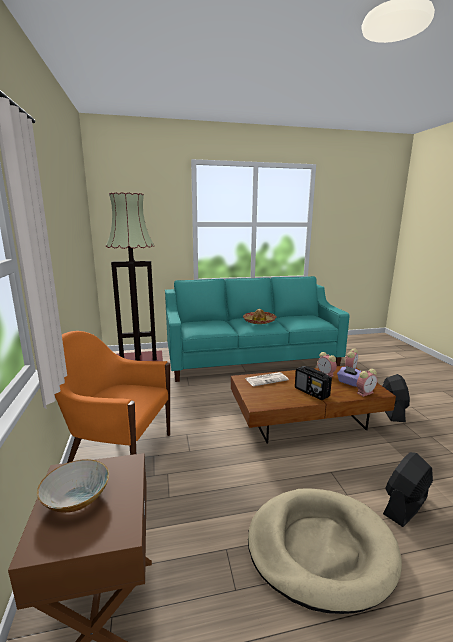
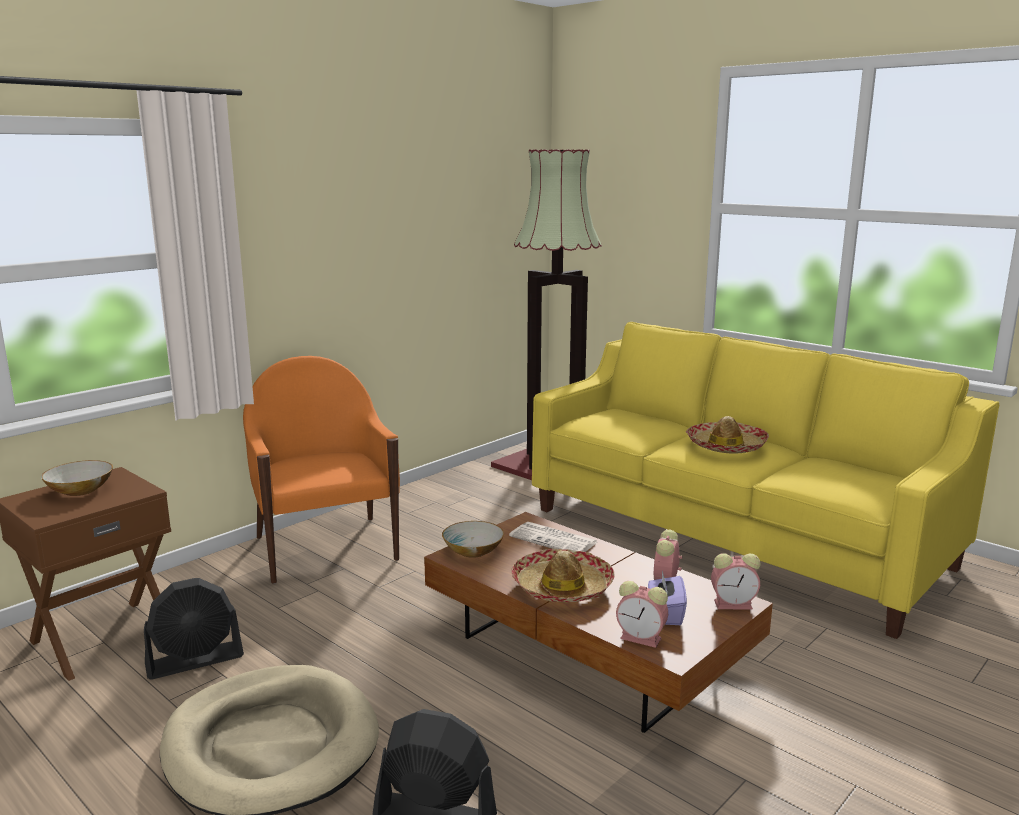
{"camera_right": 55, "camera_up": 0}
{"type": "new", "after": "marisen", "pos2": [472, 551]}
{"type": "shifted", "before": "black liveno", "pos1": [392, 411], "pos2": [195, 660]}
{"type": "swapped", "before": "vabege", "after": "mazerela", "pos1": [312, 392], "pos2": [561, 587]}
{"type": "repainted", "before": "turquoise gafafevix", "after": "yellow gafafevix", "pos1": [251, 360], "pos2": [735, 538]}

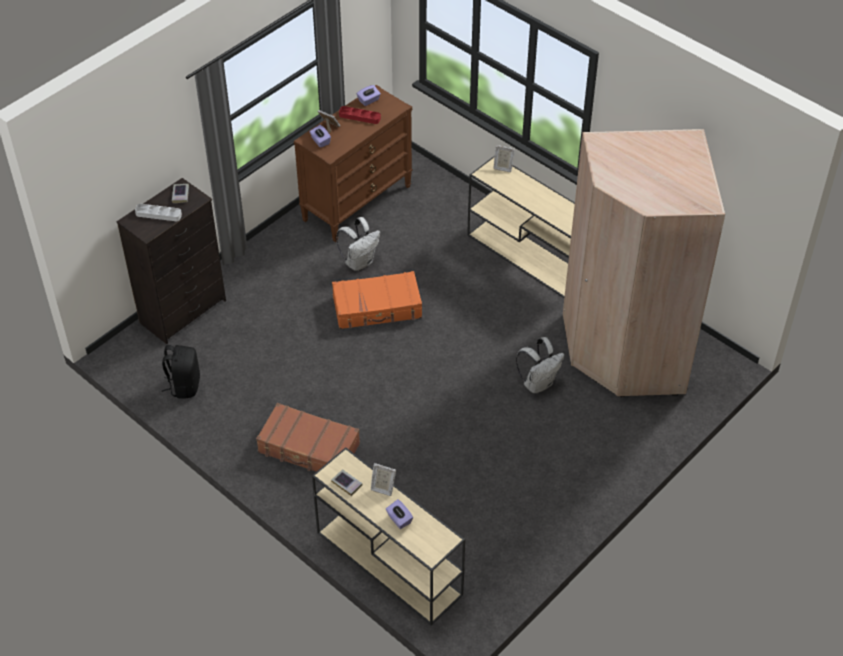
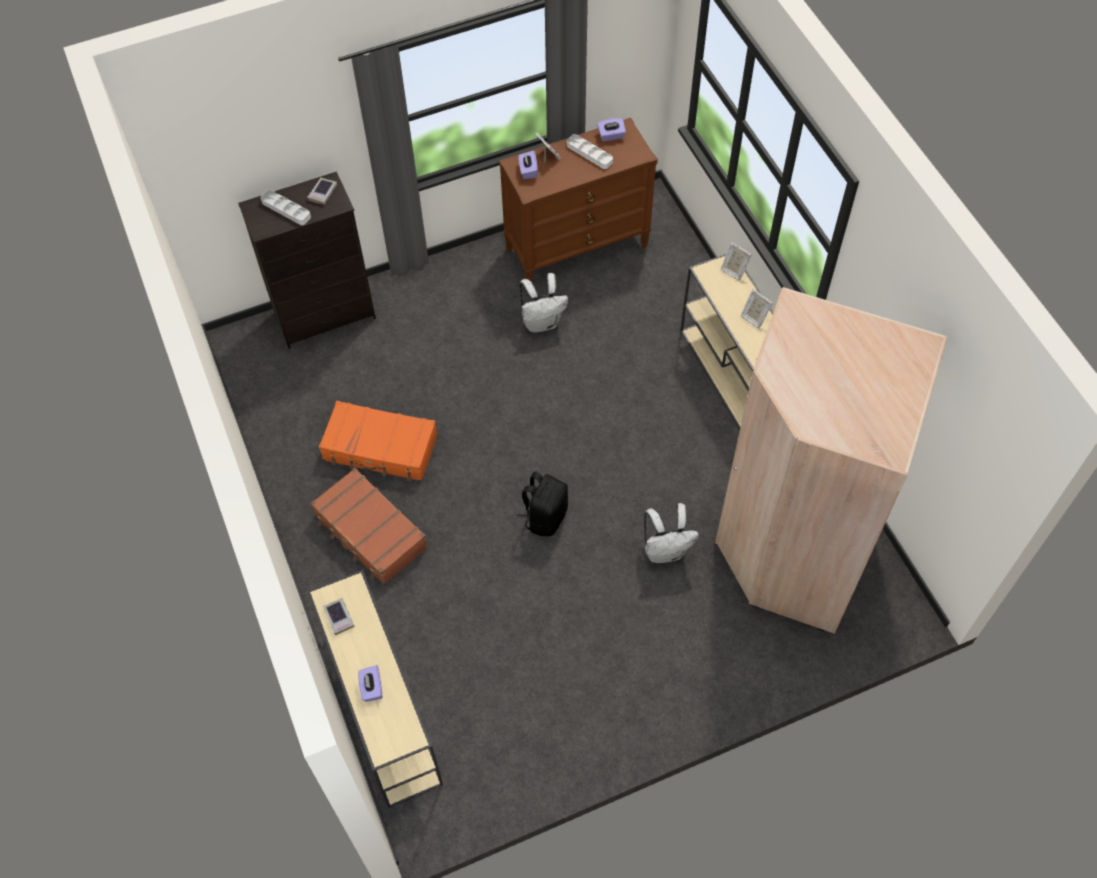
{"camera_right": 25, "camera_up": 10}
{"type": "shifted", "before": "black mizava", "pos1": [184, 385], "pos2": [545, 517]}
{"type": "shifted", "before": "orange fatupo", "pos1": [377, 308], "pos2": [380, 448]}
{"type": "shifted", "before": "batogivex", "pos1": [382, 487], "pos2": [754, 317]}
{"type": "repainted", "before": "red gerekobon", "after": "white gerekobon", "pos1": [359, 117], "pos2": [589, 153]}

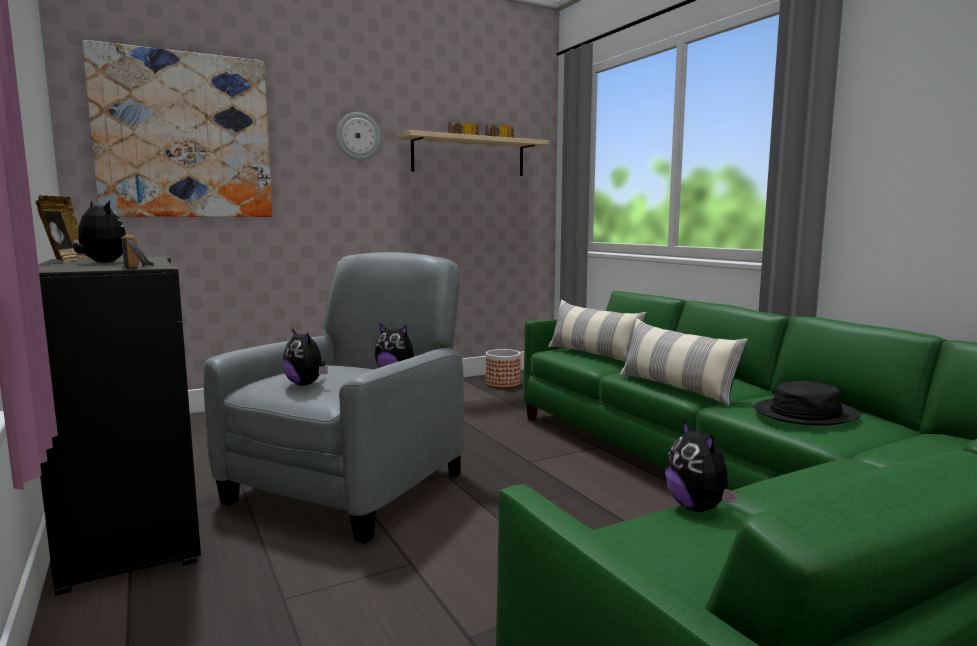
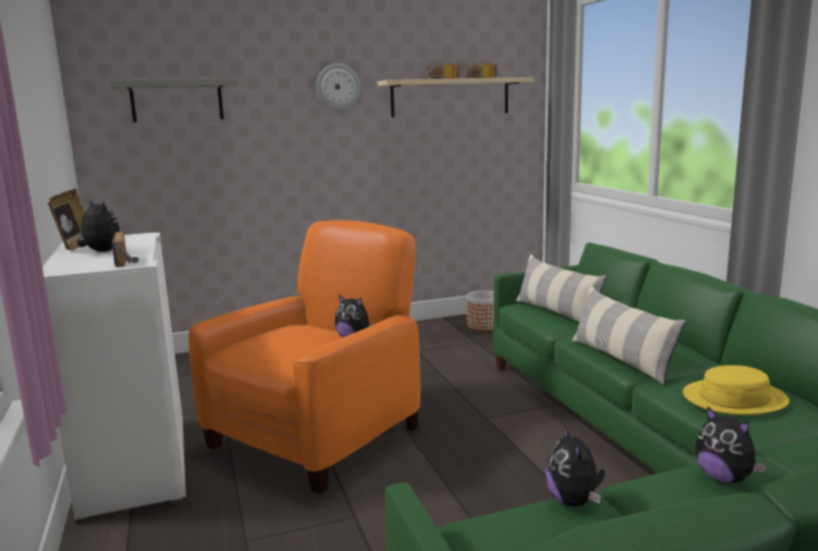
{"camera_right": 10, "camera_up": 5}
{"type": "shifted", "before": "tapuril", "pos1": [306, 384], "pos2": [724, 478]}
{"type": "swapped", "before": "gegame", "after": "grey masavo", "pos1": [184, 136], "pos2": [177, 100]}
{"type": "repainted", "before": "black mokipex", "after": "white mokipex", "pos1": [130, 527], "pos2": [134, 465]}
{"type": "repainted", "before": "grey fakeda", "after": "orange fakeda", "pos1": [350, 486], "pos2": [317, 435]}
{"type": "repainted", "before": "black mazerela", "after": "yellow mazerela", "pos1": [805, 413], "pos2": [734, 398]}

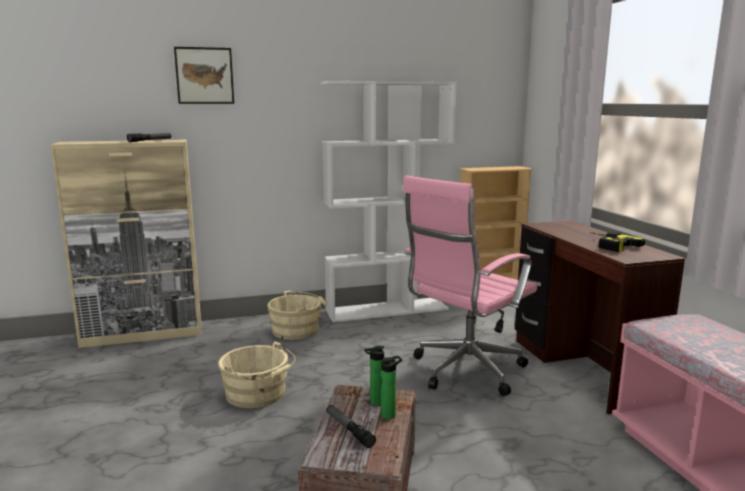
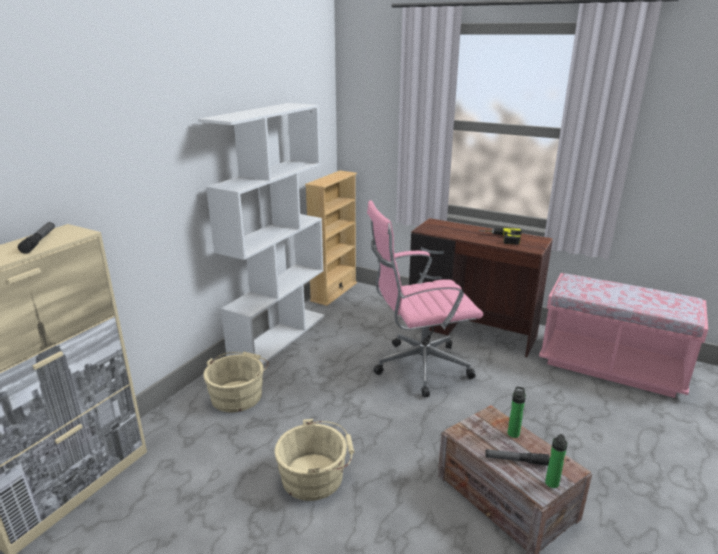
{"camera_right": -45, "camera_up": 10}
{"type": "gone", "before": "gegame", "pos1": [204, 76]}
{"type": "shifted", "before": "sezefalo", "pos1": [374, 402], "pos2": [551, 485]}
{"type": "rotated", "before": "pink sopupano", "pos1": [464, 371], "pos2": [418, 367], "turn": 75}

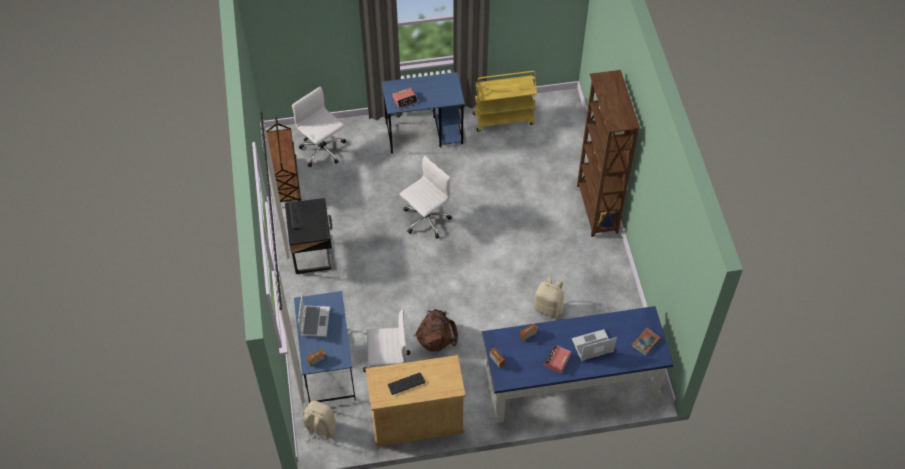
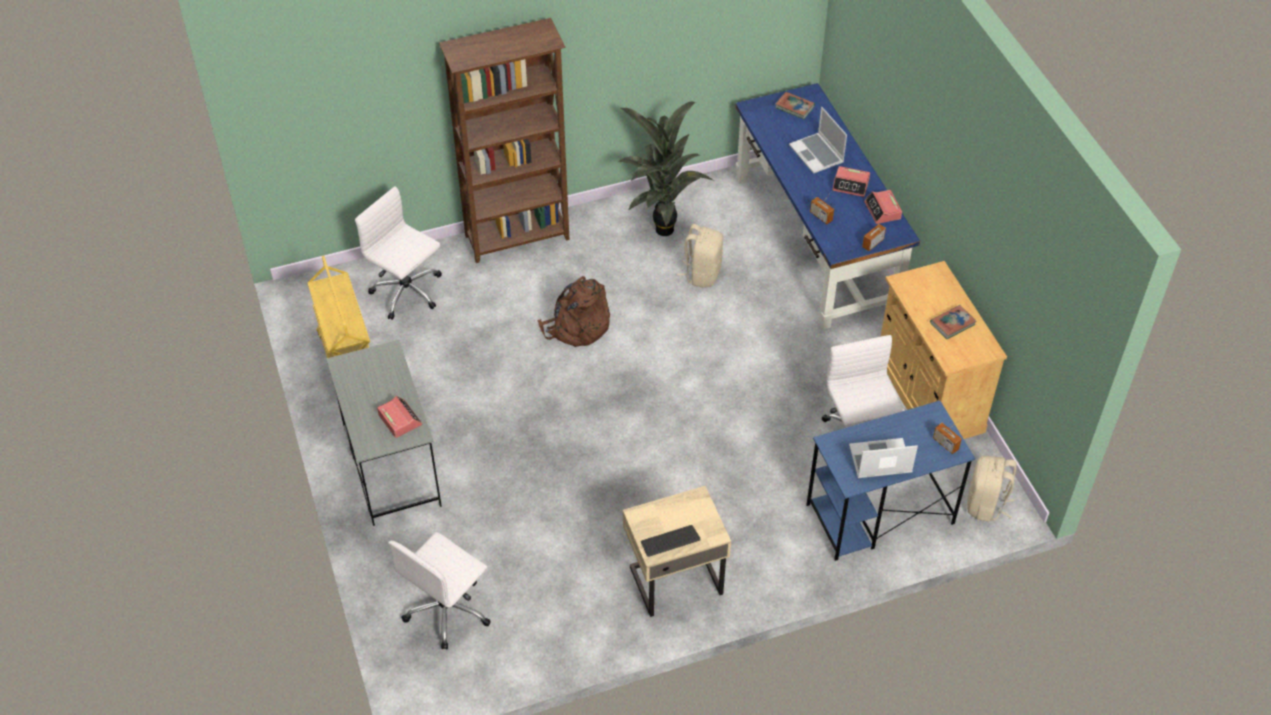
{"camera_right": -100, "camera_up": -5}
{"type": "gone", "before": "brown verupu", "pos1": [285, 182]}
{"type": "new", "after": "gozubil", "pos2": [660, 228]}
{"type": "new", "after": "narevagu", "pos2": [882, 210]}
{"type": "shifted", "before": "white sopupano", "pos1": [425, 220], "pos2": [408, 293]}
{"type": "shifted", "before": "brown mizava", "pos1": [436, 334], "pos2": [577, 327]}
{"type": "swapped", "before": "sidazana", "after": "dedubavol", "pos1": [406, 384], "pos2": [952, 324]}
{"type": "repainted", "before": "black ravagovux", "after": "beige ravagovux", "pos1": [313, 253], "pos2": [674, 579]}
{"type": "repainted", "before": "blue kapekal", "after": "grey kapekal", "pos1": [424, 133], "pos2": [391, 465]}

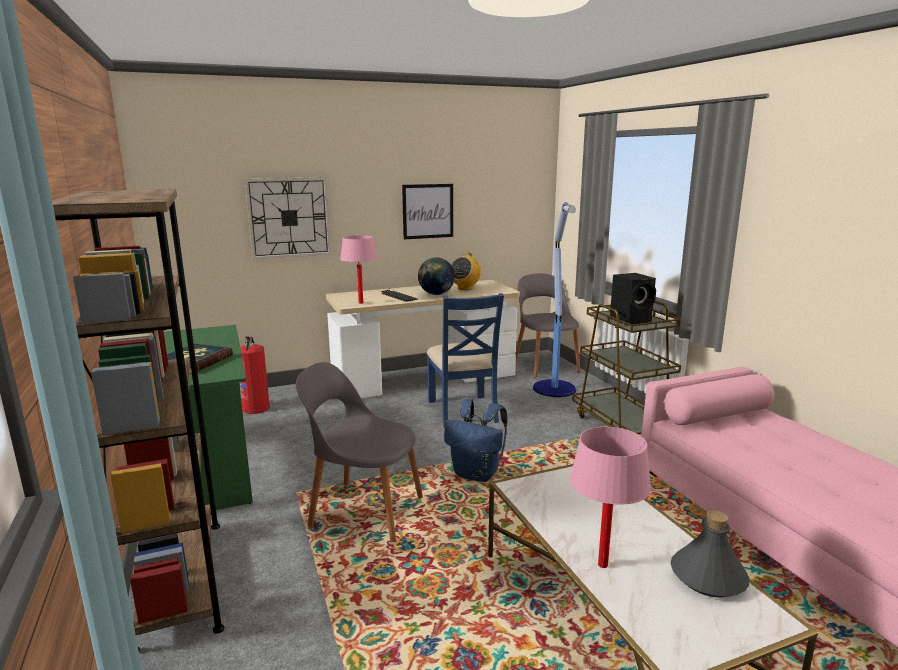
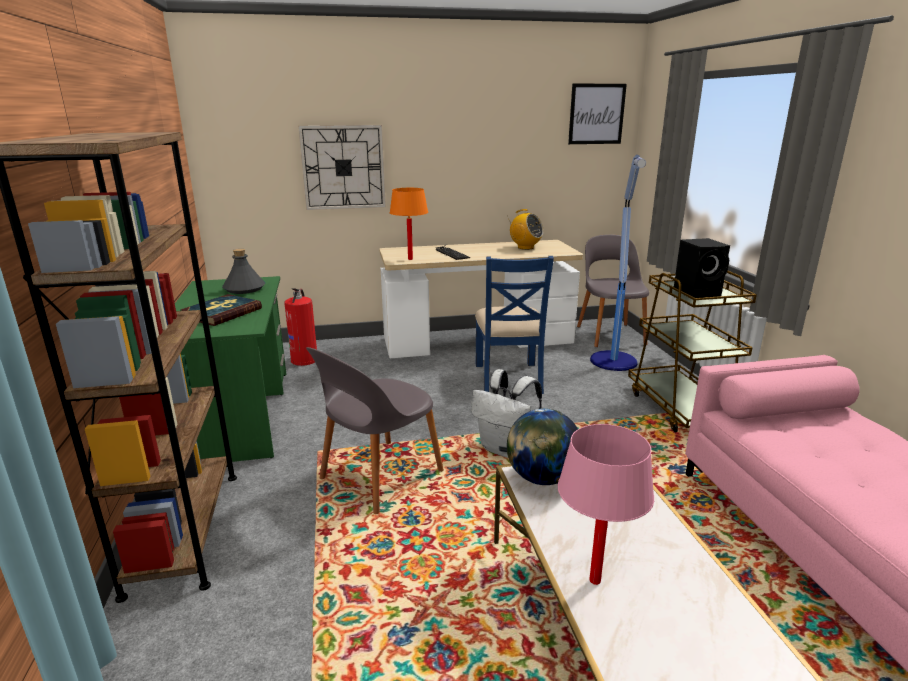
{"camera_right": 10, "camera_up": 5}
{"type": "shifted", "before": "gegame", "pos1": [428, 211], "pos2": [596, 114]}
{"type": "shifted", "before": "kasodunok", "pos1": [436, 294], "pos2": [542, 478]}
{"type": "shifted", "before": "grey sezefalo", "pos1": [707, 577], "pos2": [244, 289]}
{"type": "repainted", "before": "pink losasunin", "after": "orange losasunin", "pos1": [361, 303], "pos2": [410, 259]}
{"type": "repainted", "before": "blue mizava", "after": "white mizava", "pos1": [477, 474], "pos2": [506, 449]}
{"type": "rotated", "before": "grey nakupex", "pos1": [364, 510], "pos2": [379, 477], "turn": -75}
{"type": "rotated", "before": "vabege", "pos1": [465, 288], "pos2": [525, 247], "turn": -90}

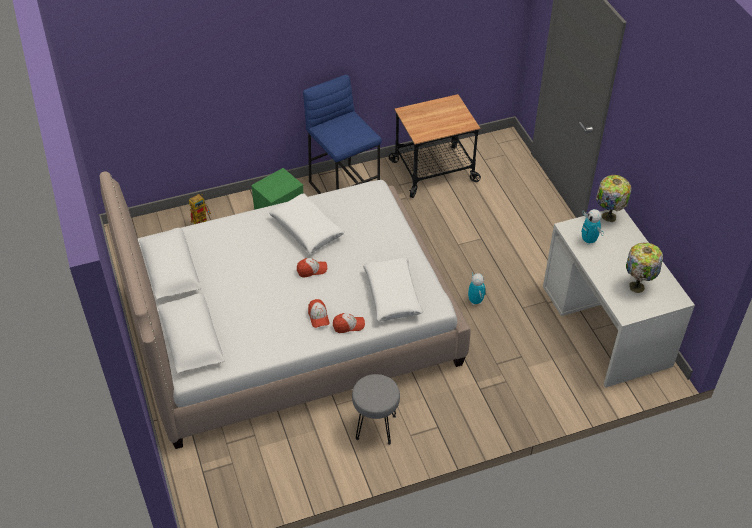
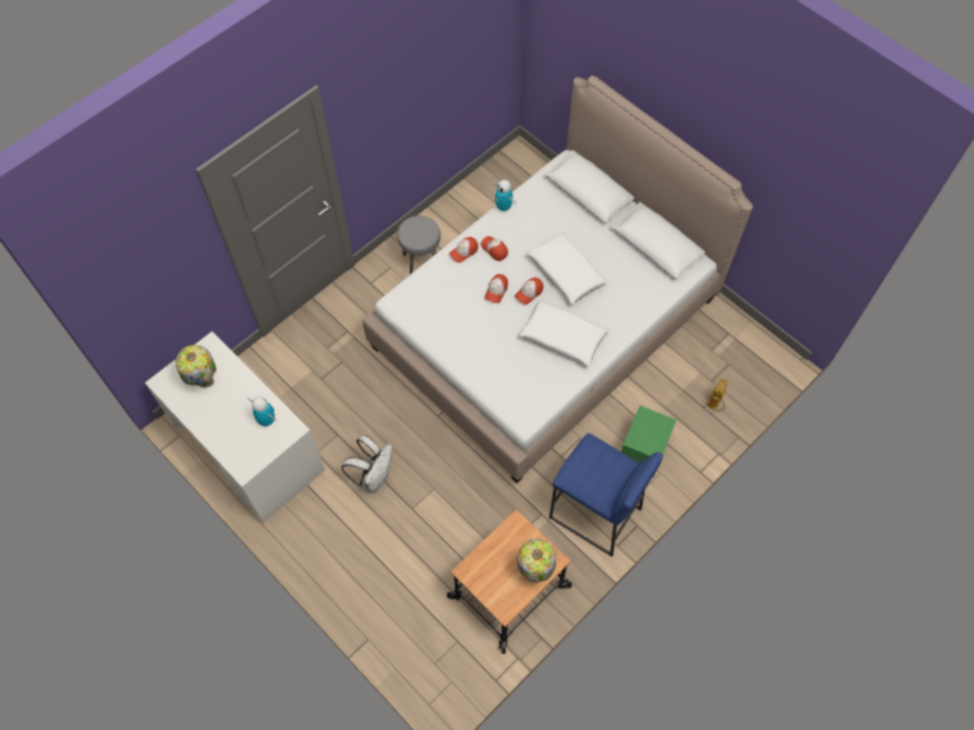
{"camera_right": 155, "camera_up": 15}
{"type": "new", "after": "white mizava", "pos2": [374, 477]}
{"type": "new", "after": "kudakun", "pos2": [496, 291]}
{"type": "shifted", "before": "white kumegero", "pos1": [392, 295], "pos2": [565, 273]}
{"type": "shifted", "before": "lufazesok", "pos1": [475, 301], "pos2": [503, 207]}
{"type": "shifted", "before": "losasunin", "pos1": [608, 217], "pos2": [535, 572]}

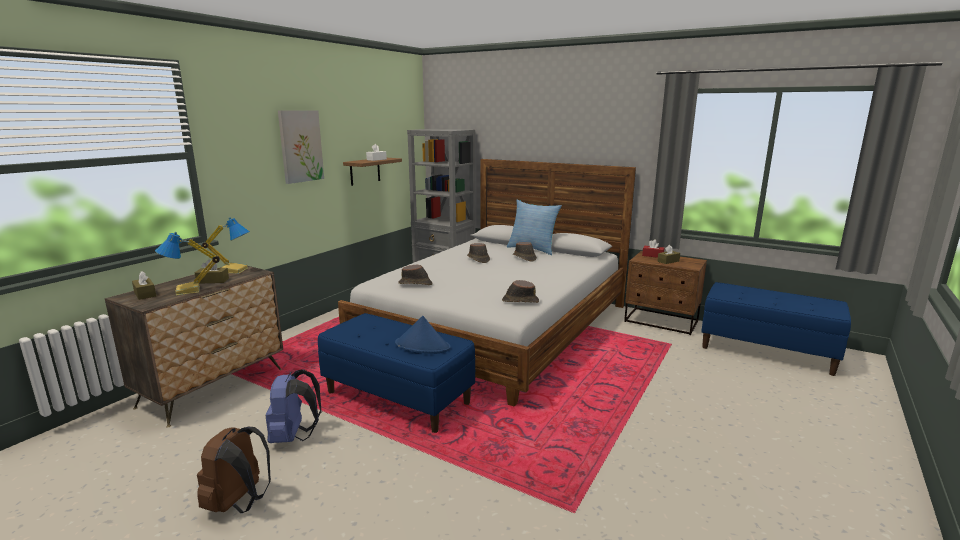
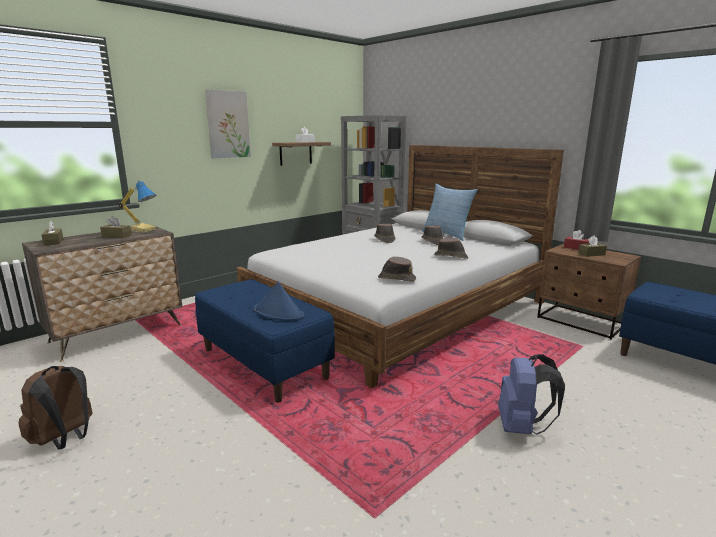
{"camera_right": 15, "camera_up": 0}
{"type": "gone", "before": "losasunin", "pos1": [188, 291]}
{"type": "shifted", "before": "blue mizava", "pos1": [294, 436], "pos2": [522, 427]}
{"type": "shifted", "before": "brown mazerela", "pos1": [415, 284], "pos2": [451, 256]}

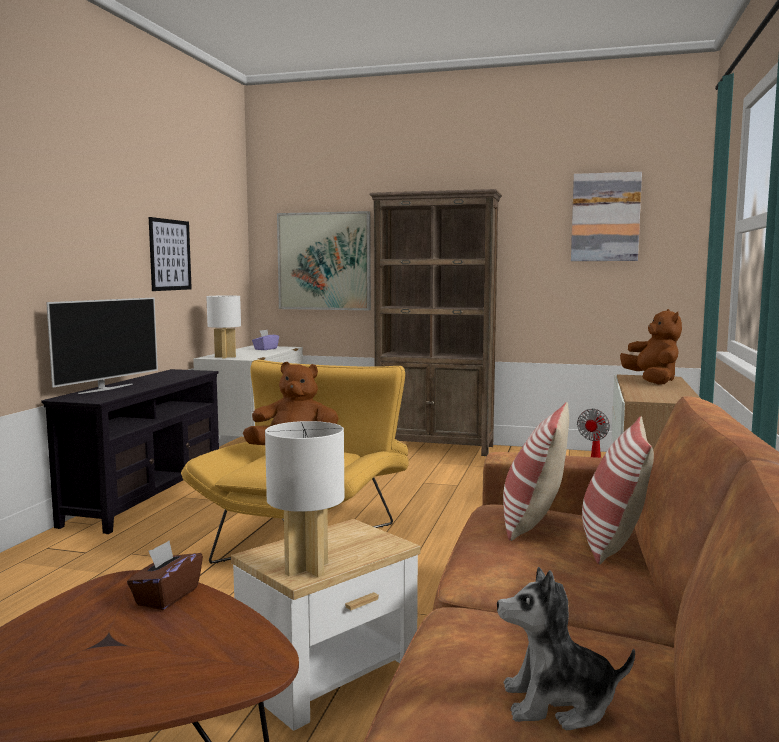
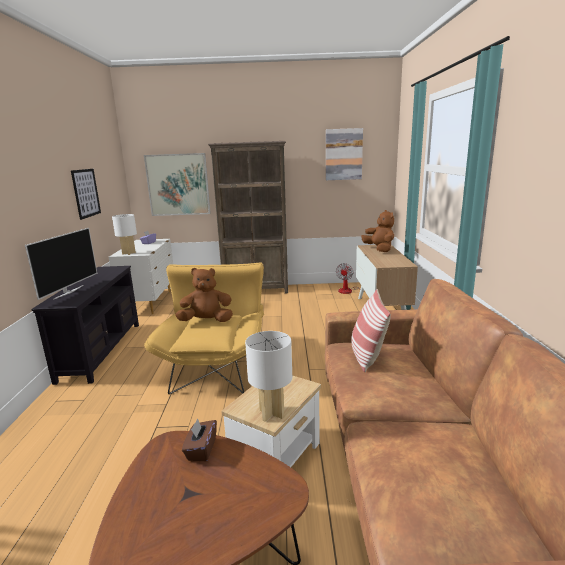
{"camera_right": -15, "camera_up": 10}
{"type": "gone", "before": "tapuril", "pos1": [558, 703]}
{"type": "gone", "before": "kumegero", "pos1": [612, 542]}

